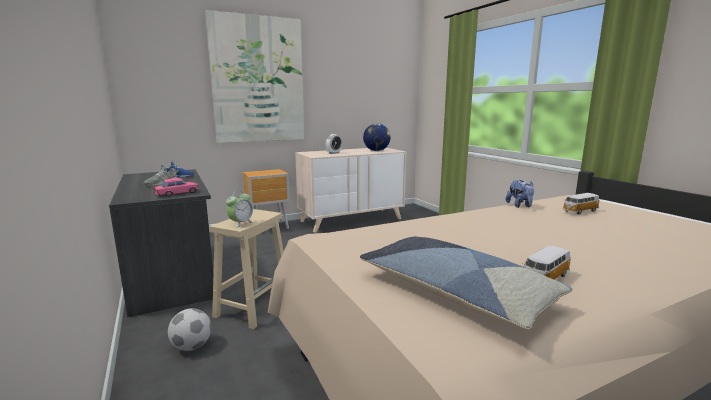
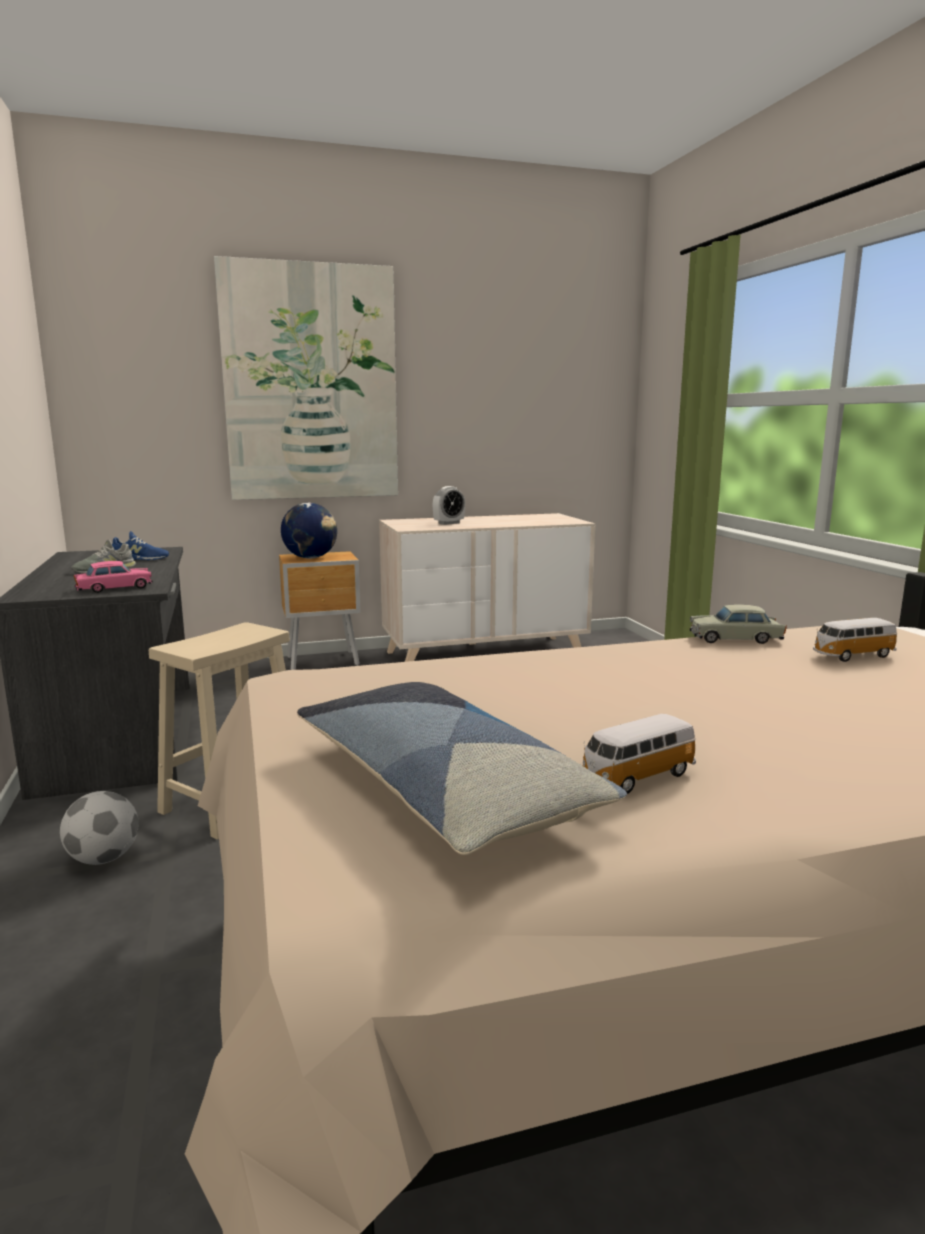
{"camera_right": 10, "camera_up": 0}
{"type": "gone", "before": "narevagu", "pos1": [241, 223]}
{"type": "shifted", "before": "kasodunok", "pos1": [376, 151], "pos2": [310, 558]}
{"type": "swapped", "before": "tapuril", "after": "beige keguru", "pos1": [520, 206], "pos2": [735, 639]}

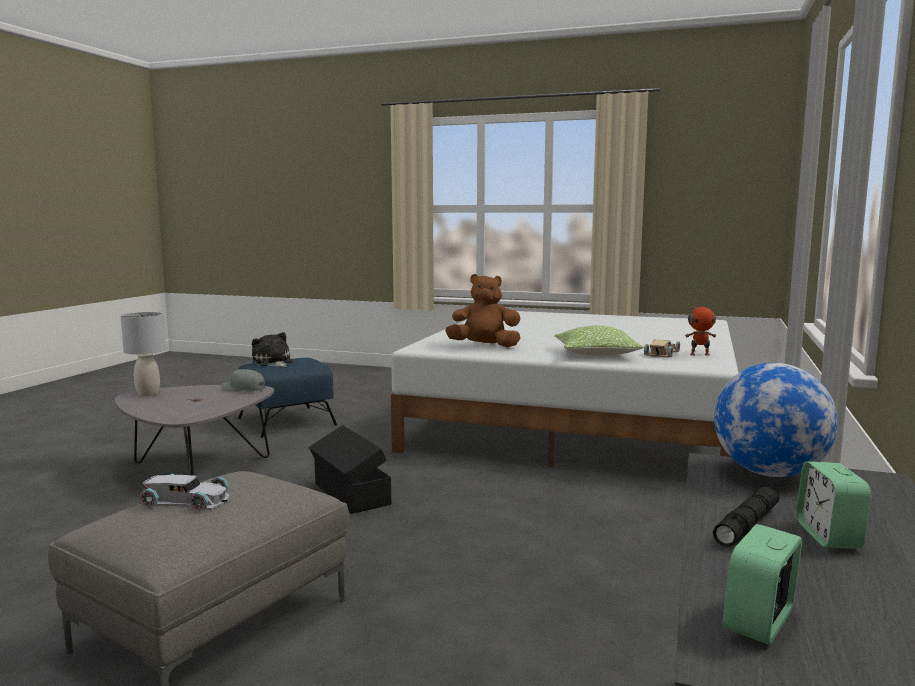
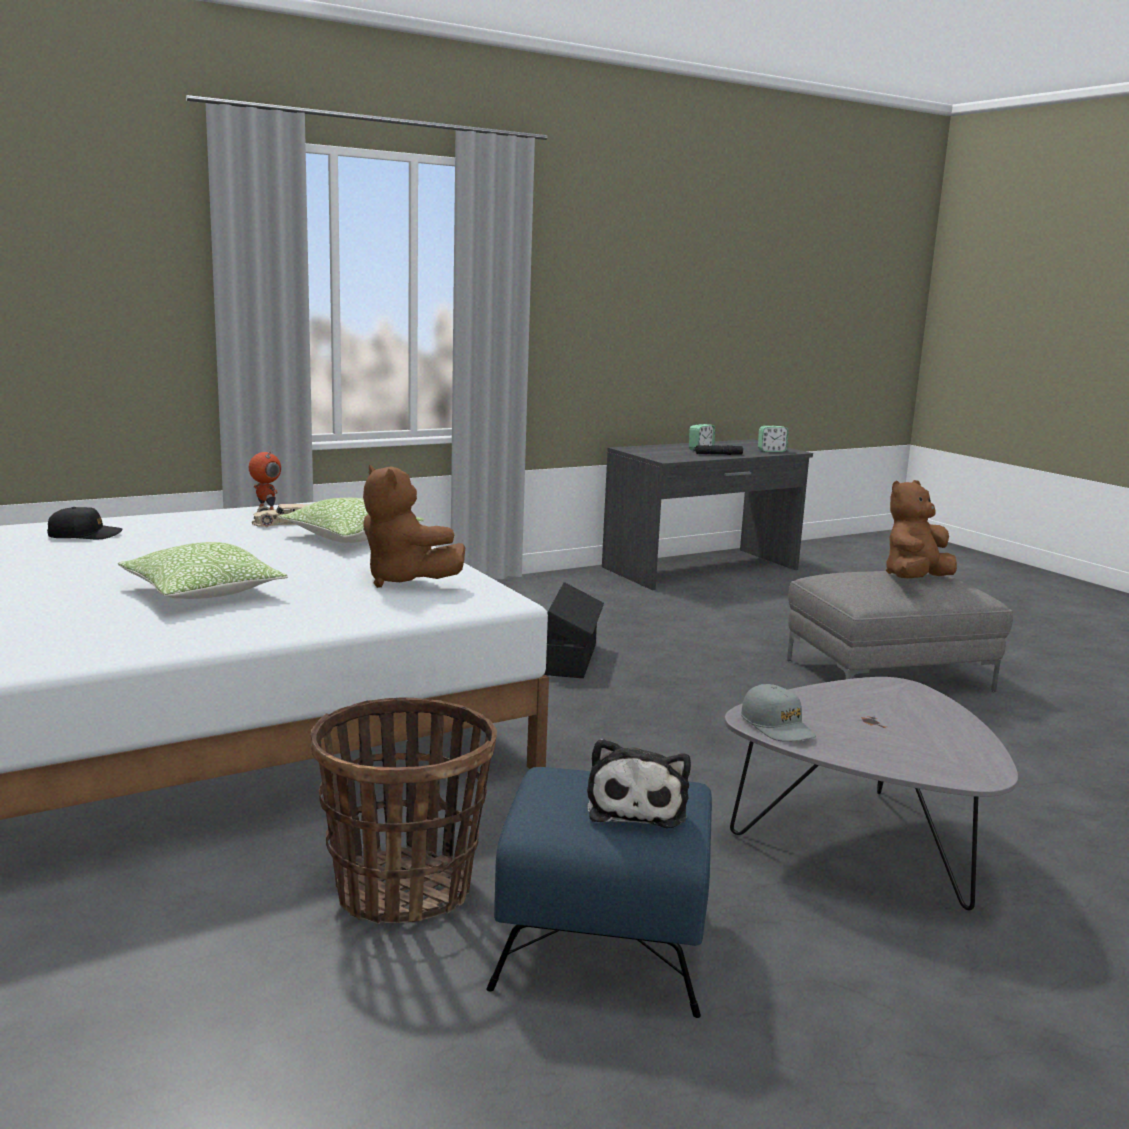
{"camera_right": -140, "camera_up": 5}
{"type": "gone", "before": "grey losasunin", "pos1": [148, 393]}
{"type": "gone", "before": "kasodunok", "pos1": [769, 473]}
{"type": "new", "after": "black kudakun", "pos2": [84, 535]}
{"type": "new", "after": "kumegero", "pos2": [203, 592]}
{"type": "new", "after": "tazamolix", "pos2": [404, 890]}
{"type": "shifted", "before": "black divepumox", "pos1": [350, 494], "pos2": [568, 658]}
{"type": "swapped", "before": "white keguru", "after": "brown tapuril", "pos1": [186, 501], "pos2": [915, 579]}

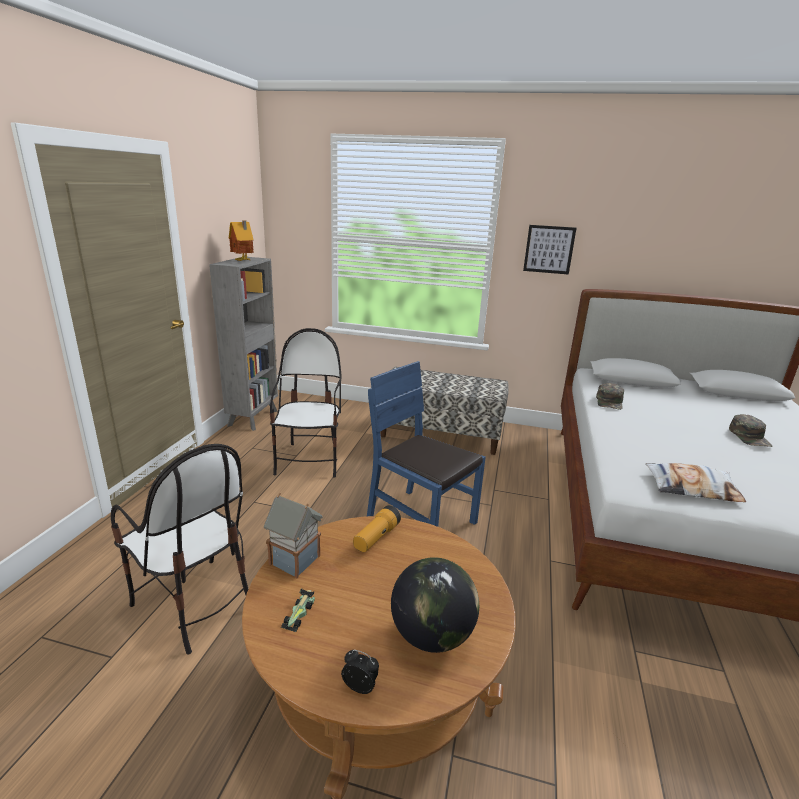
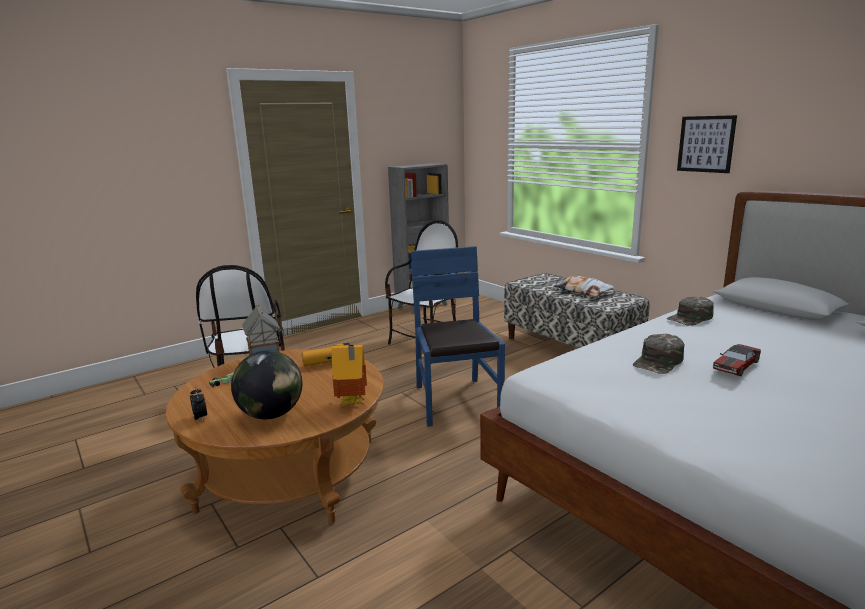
{"camera_right": 40, "camera_up": -5}
{"type": "new", "after": "keguru", "pos2": [736, 366]}
{"type": "shifted", "before": "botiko", "pos1": [243, 261], "pos2": [352, 404]}
{"type": "shifted", "before": "kumegero", "pos1": [692, 488], "pos2": [583, 291]}
{"type": "shifted", "before": "green kudakun", "pos1": [749, 437], "pos2": [659, 362]}

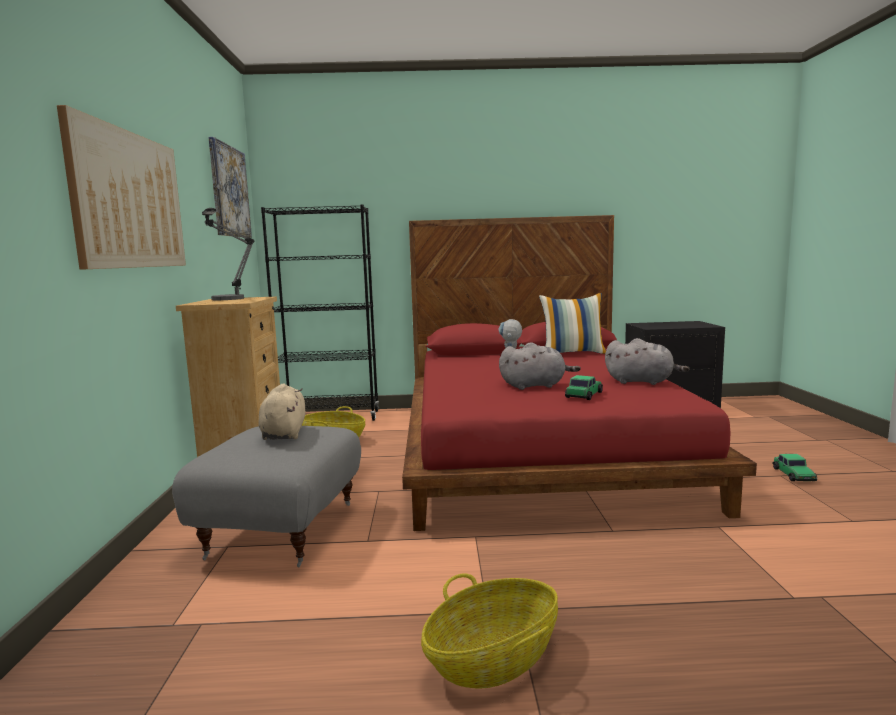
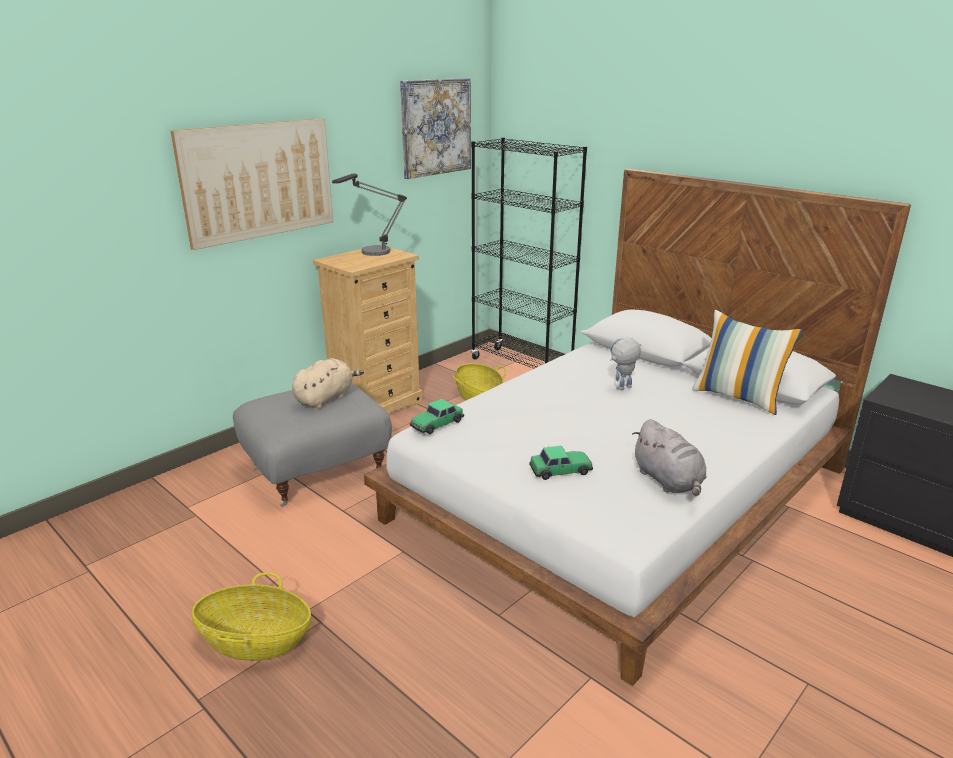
{"camera_right": 45, "camera_up": 15}
{"type": "gone", "before": "grey tapuril", "pos1": [535, 386]}
{"type": "shifted", "before": "keguru", "pos1": [793, 475], "pos2": [437, 424]}
{"type": "repainted", "before": "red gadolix", "after": "white gadolix", "pos1": [537, 448], "pos2": [620, 494]}

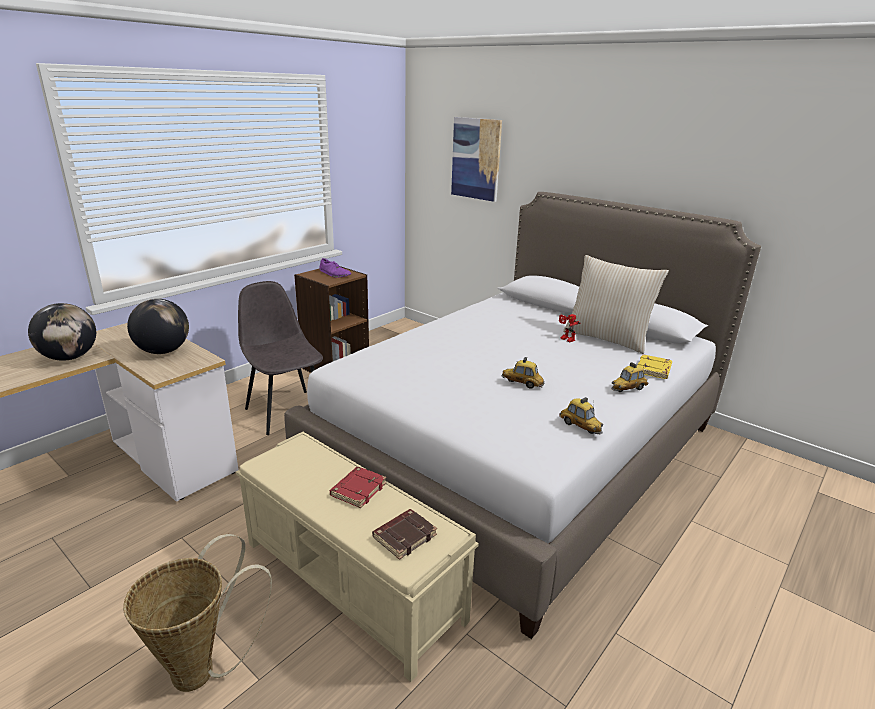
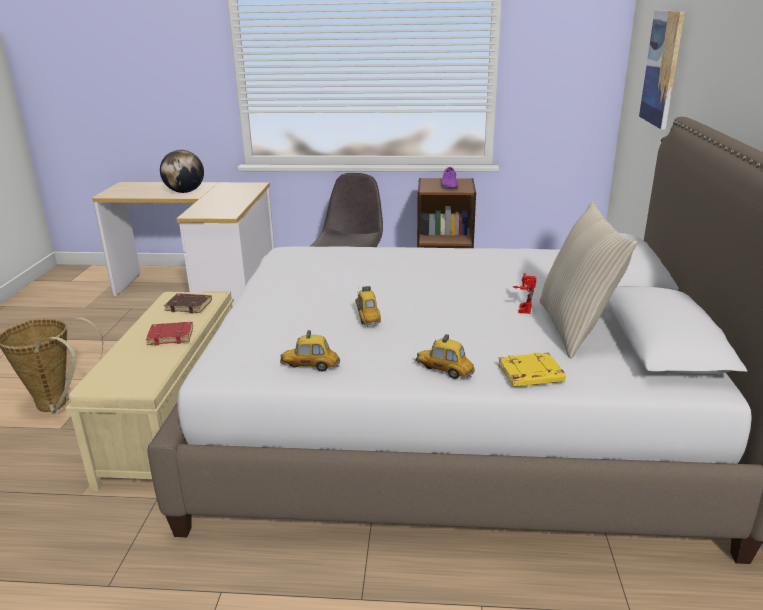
{"camera_right": 55, "camera_up": 0}
{"type": "gone", "before": "kasodunok", "pos1": [163, 351]}
{"type": "shifted", "before": "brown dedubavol", "pos1": [404, 536], "pos2": [189, 306]}
{"type": "rotated", "before": "keguru", "pos1": [580, 427], "pos2": [310, 366], "turn": 75}

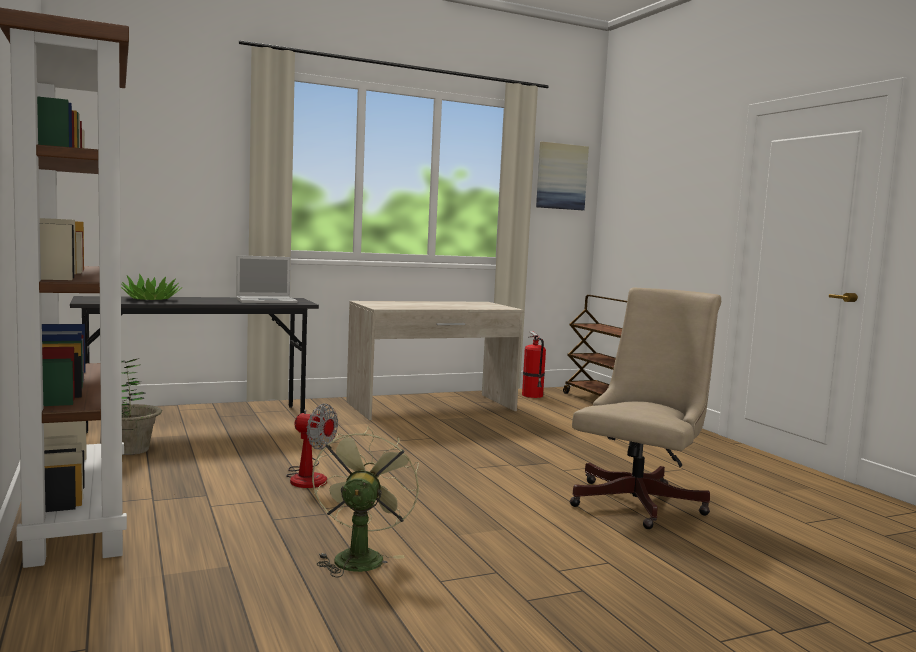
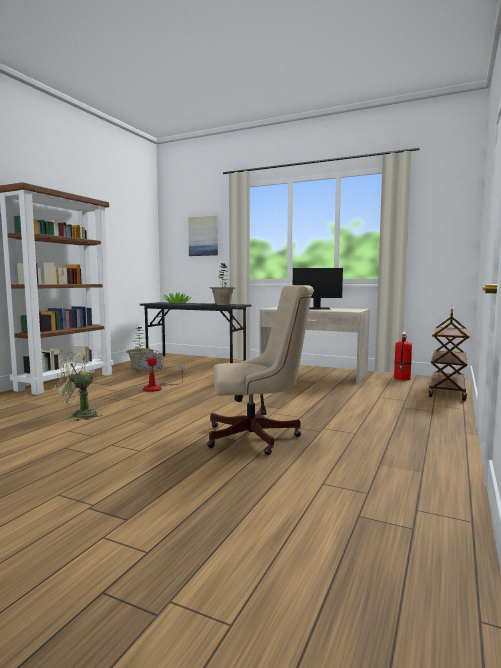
{"camera_right": 50, "camera_up": 0}
{"type": "new", "after": "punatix", "pos2": [317, 308]}
{"type": "shifted", "before": "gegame", "pos1": [561, 176], "pos2": [203, 236]}
{"type": "swapped", "before": "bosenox", "after": "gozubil", "pos1": [267, 300], "pos2": [222, 304]}
{"type": "rotated", "before": "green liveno", "pos1": [359, 556], "pos2": [78, 415], "turn": -150}

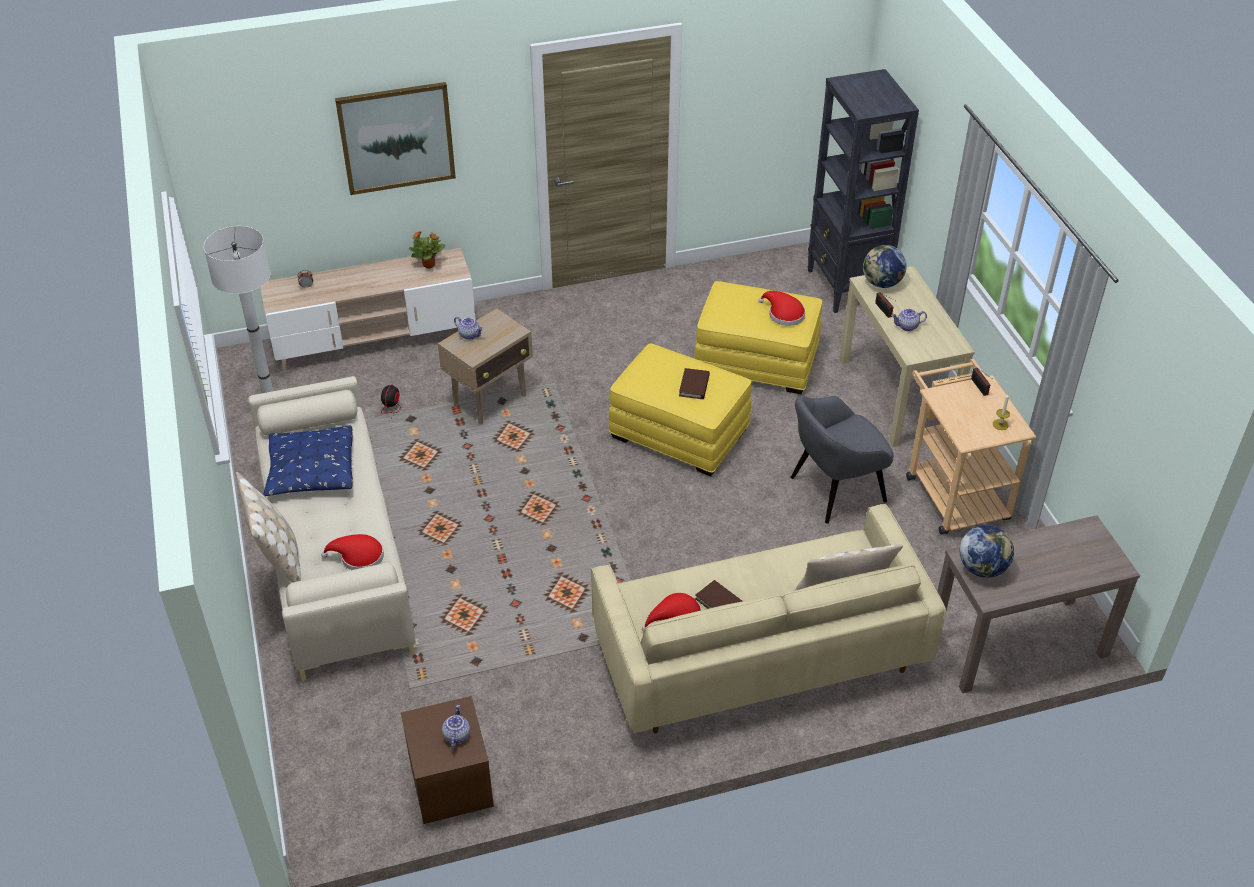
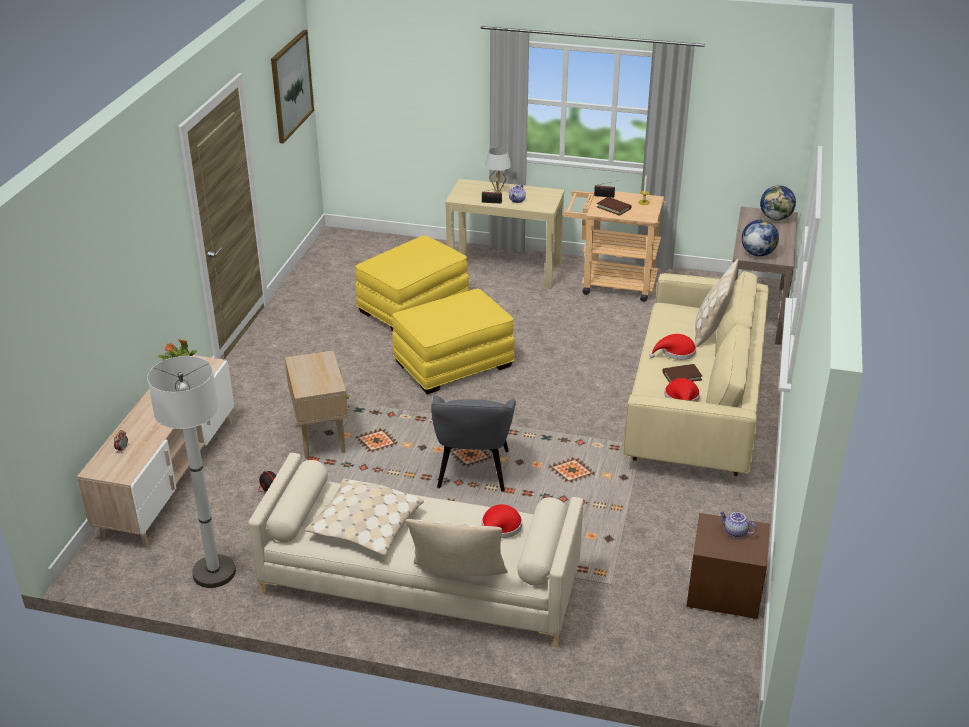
{"camera_right": -60, "camera_up": -10}
{"type": "gone", "before": "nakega", "pos1": [470, 335]}
{"type": "gone", "before": "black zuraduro", "pos1": [846, 287]}
{"type": "new", "after": "white losasunin", "pos2": [497, 192]}
{"type": "shifted", "before": "gegame", "pos1": [396, 138], "pos2": [291, 85]}
{"type": "shifted", "before": "brown dedubavol", "pos1": [694, 386], "pos2": [613, 208]}
{"type": "shifted", "before": "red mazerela", "pos1": [783, 314], "pos2": [676, 352]}
{"type": "shifted", "before": "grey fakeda", "pos1": [835, 490], "pos2": [473, 471]}
{"type": "shifted", "before": "kasodunok", "pos1": [882, 283], "pos2": [775, 218]}
{"type": "repainted", "before": "blue kumegero", "after": "beige kumegero", "pos1": [311, 471], "pos2": [365, 527]}

